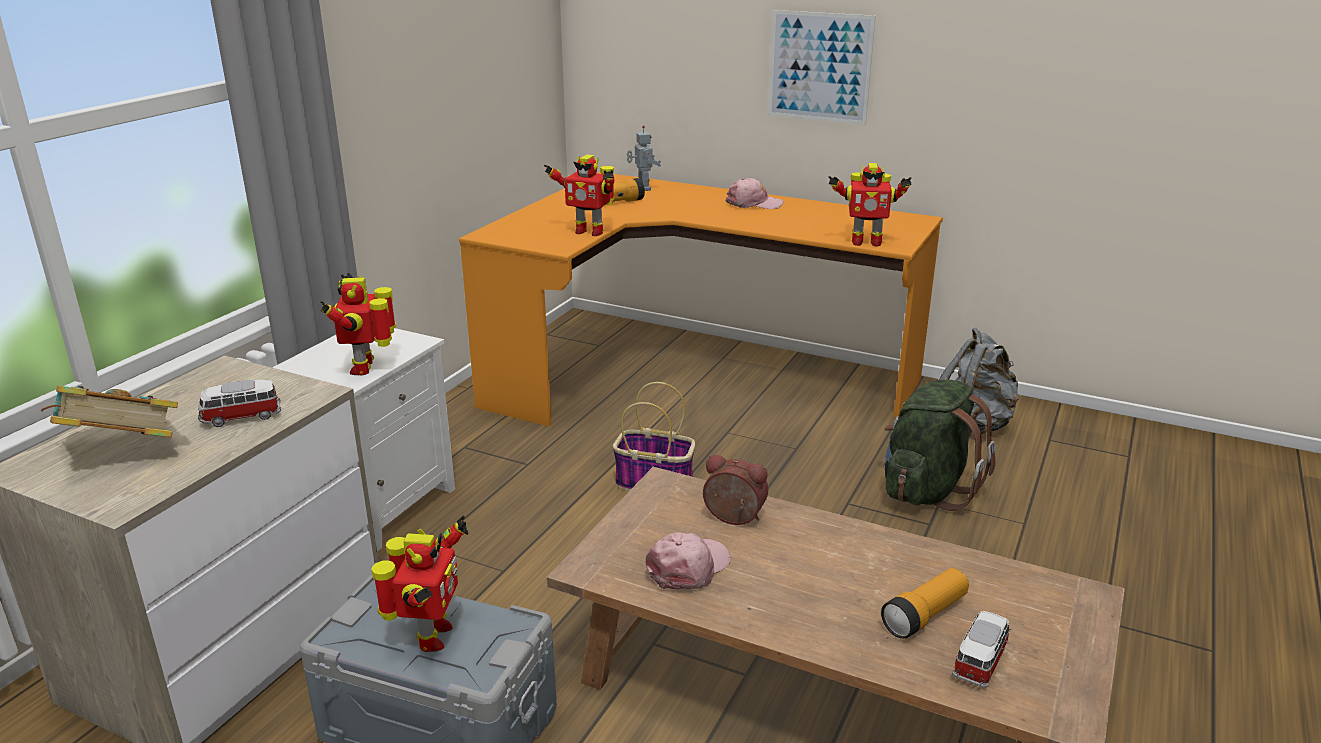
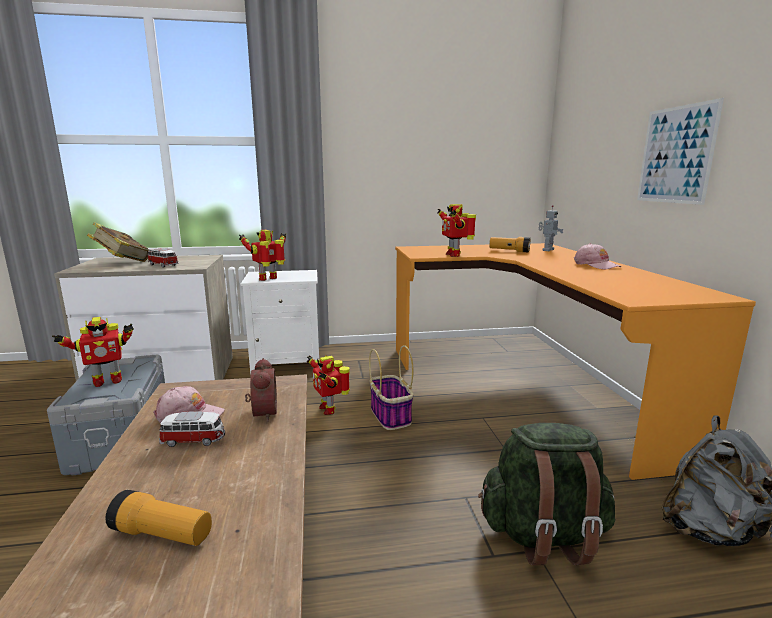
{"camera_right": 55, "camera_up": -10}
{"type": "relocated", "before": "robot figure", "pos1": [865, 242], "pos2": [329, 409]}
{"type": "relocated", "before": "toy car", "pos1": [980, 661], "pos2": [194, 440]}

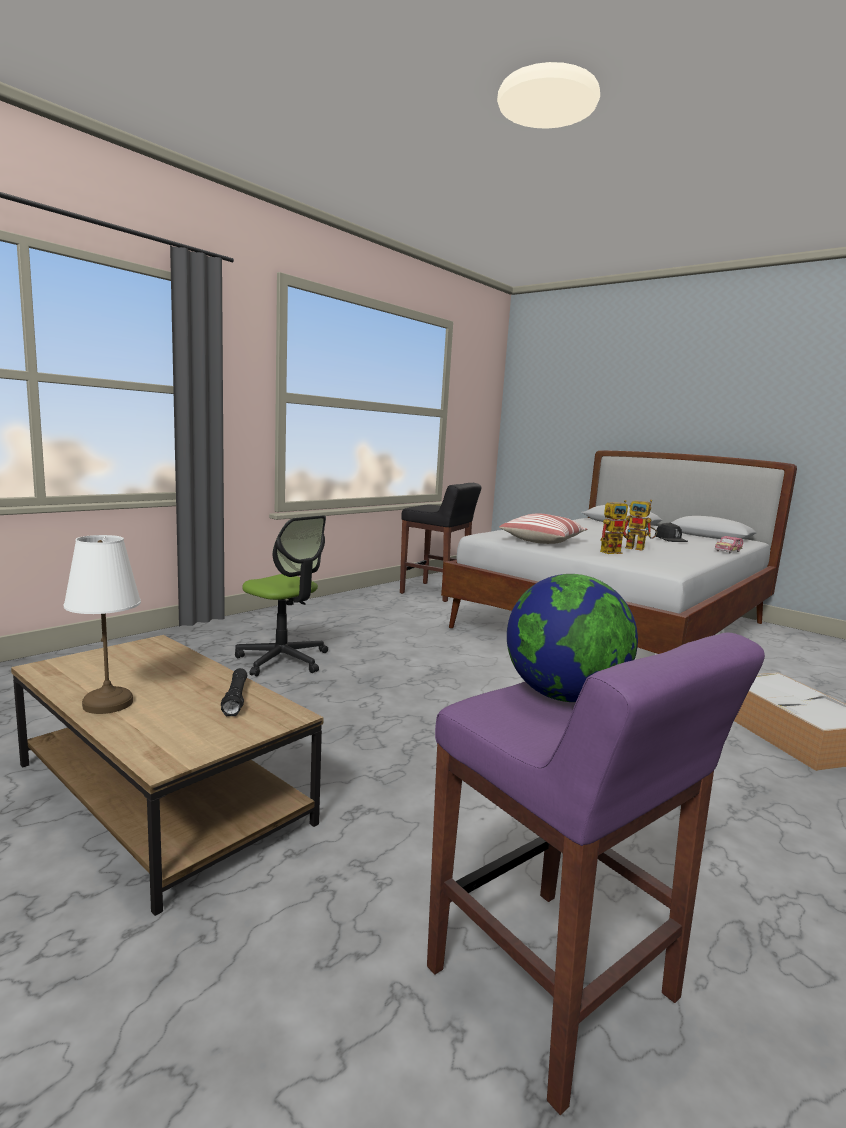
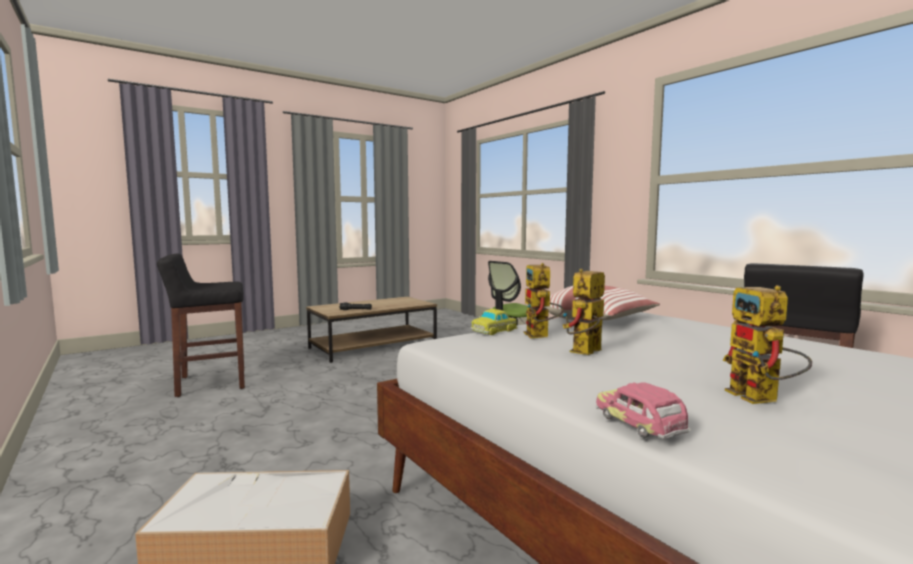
{"camera_right": 105, "camera_up": -5}
{"type": "missing", "before": "whitish table lamp", "pos1": [109, 703]}
{"type": "colour", "before": "purple-coloured stool seat", "after": "blackish stool seat", "pos1": [554, 986], "pos2": [210, 383]}
{"type": "missing", "before": "desk globe", "pos1": [563, 696]}
{"type": "exchanged", "before": "blackish cap", "after": "robot figure", "pos1": [670, 539], "pos2": [762, 399]}
{"type": "appeared", "after": "toy car", "pos2": [495, 330]}

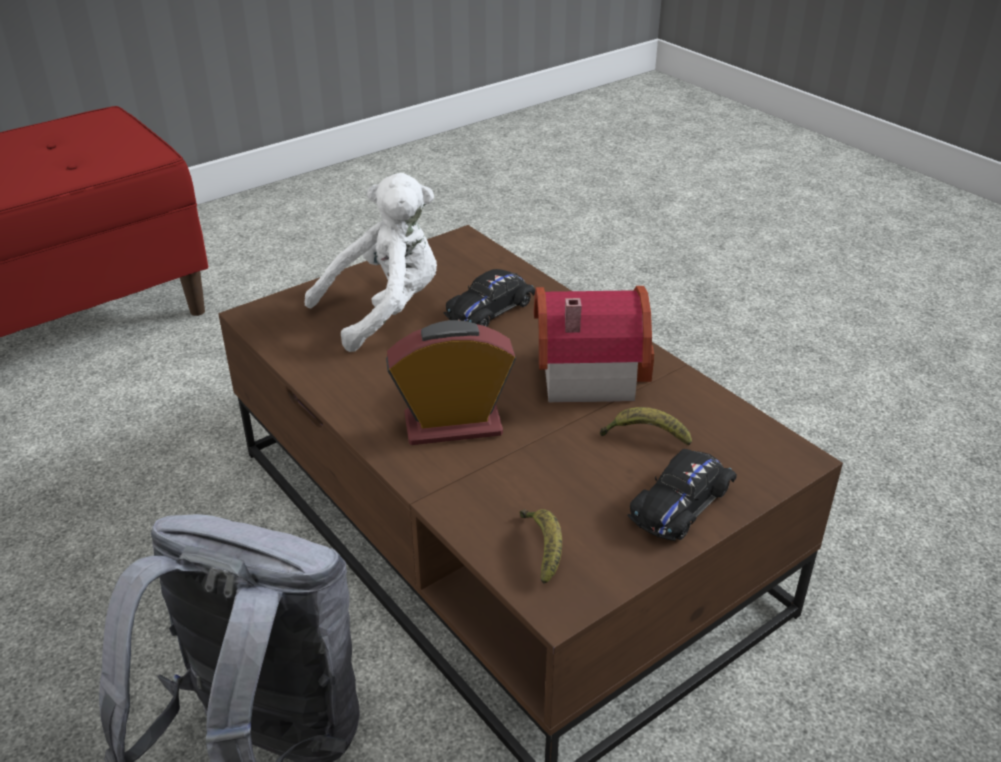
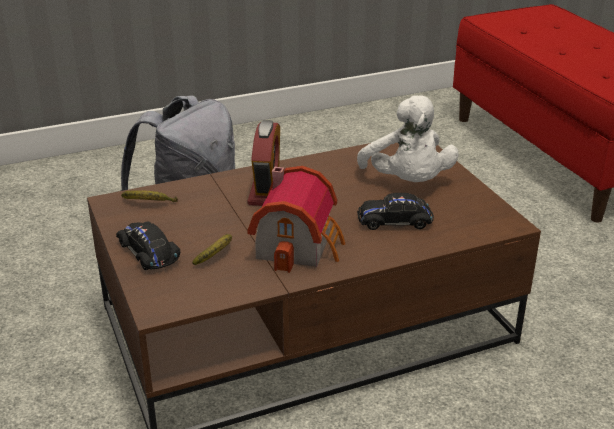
{"camera_right": 105, "camera_up": -5}
{"type": "spun", "before": "blackish toy car", "pos1": [490, 310], "pos2": [395, 221], "turn": -60}

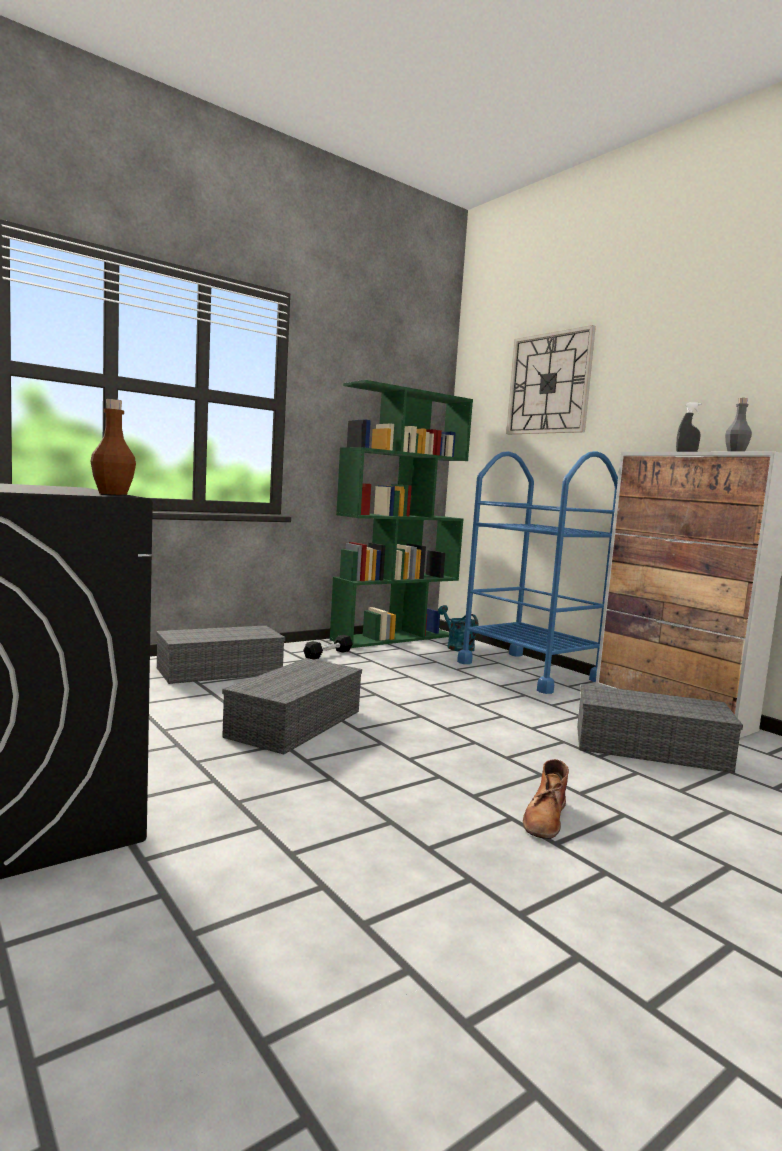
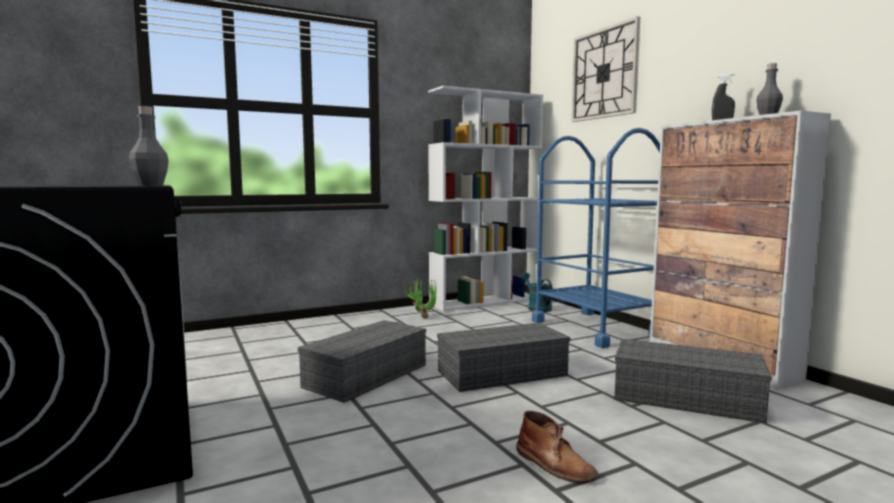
{"camera_right": 10, "camera_up": 0}
{"type": "colour", "before": "brown bottle", "after": "greyish bottle", "pos1": [113, 494], "pos2": [151, 185]}
{"type": "relocated", "before": "greyish storage bin", "pos1": [221, 670], "pos2": [503, 372]}
{"type": "exchanged", "before": "blackish dumbbell", "after": "potted plant", "pos1": [328, 654], "pos2": [422, 316]}
{"type": "colour", "before": "green-coloured bookcase", "after": "whitish bookcase", "pos1": [394, 637], "pos2": [485, 301]}
{"type": "spun", "before": "brown high-top boot", "pos1": [545, 818], "pos2": [555, 465], "turn": -75}

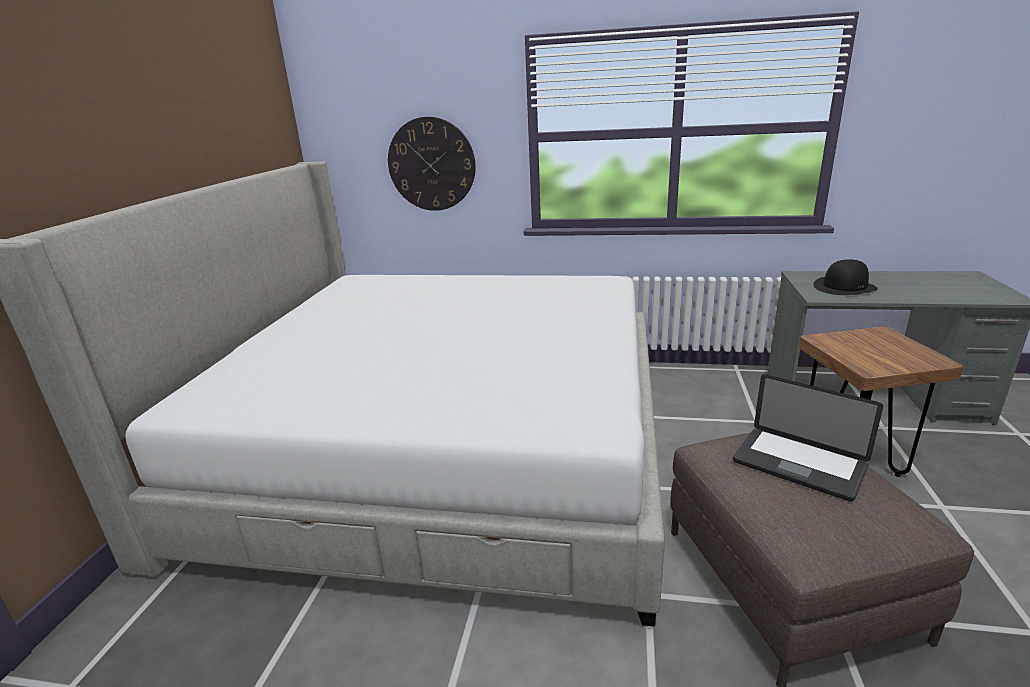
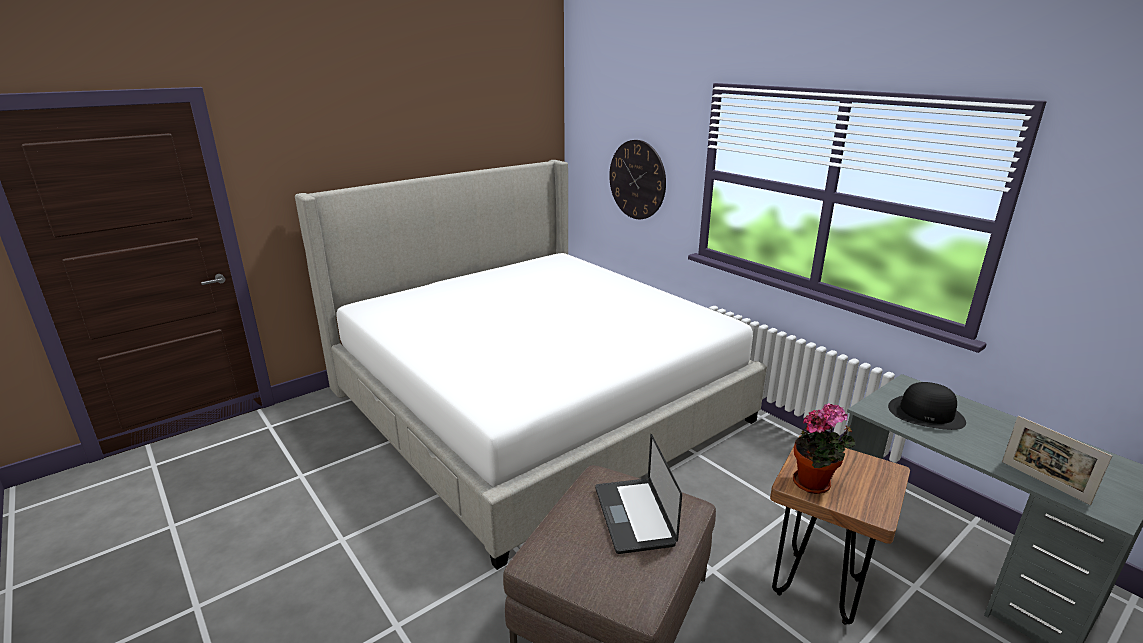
{"camera_right": 40, "camera_up": 0}
{"type": "appeared", "after": "potted plant", "pos2": [815, 484]}
{"type": "appeared", "after": "photo frame", "pos2": [1044, 482]}

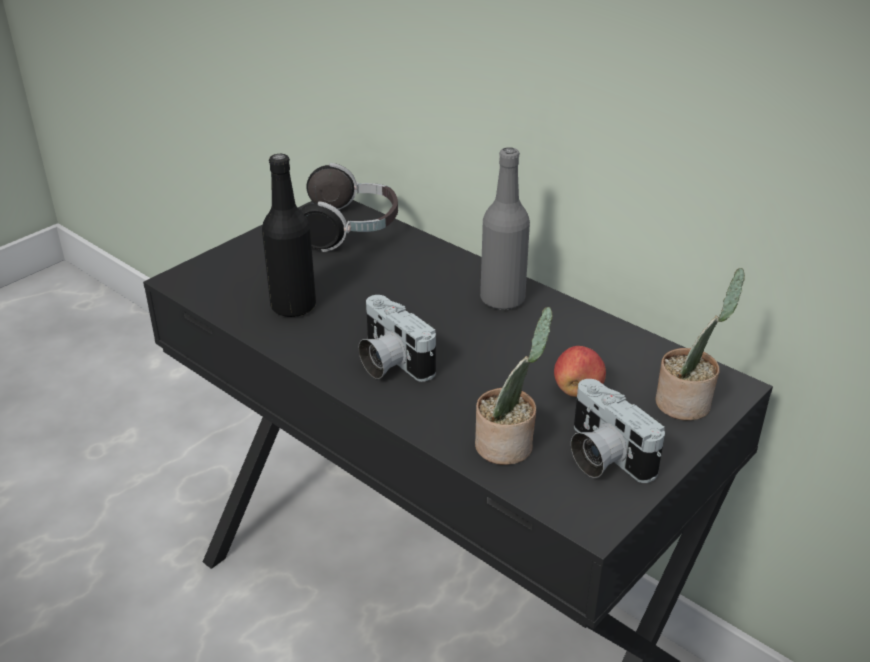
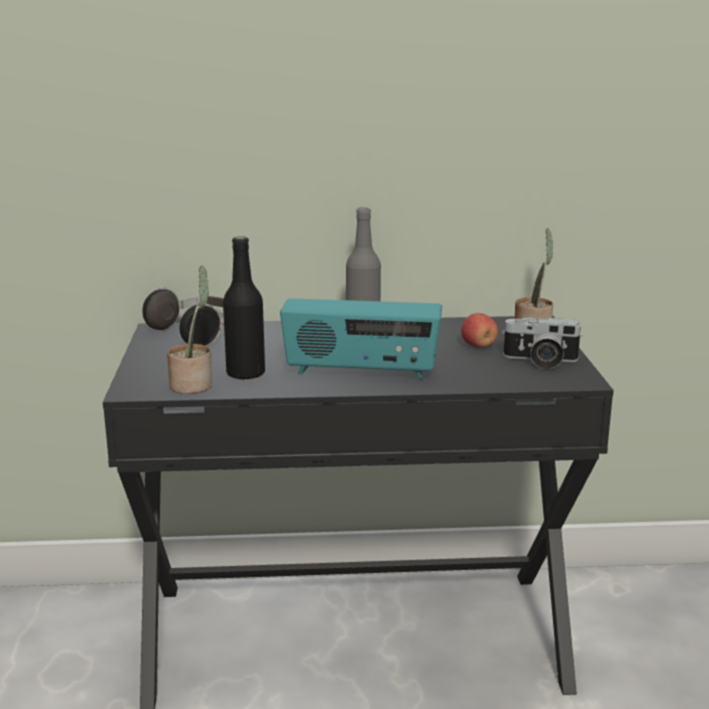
{"camera_right": -45, "camera_up": -15}
{"type": "exchanged", "before": "photo camera", "after": "radio receiver", "pos1": [389, 362], "pos2": [361, 372]}
{"type": "relocated", "before": "potted plant", "pos1": [508, 445], "pos2": [193, 385]}

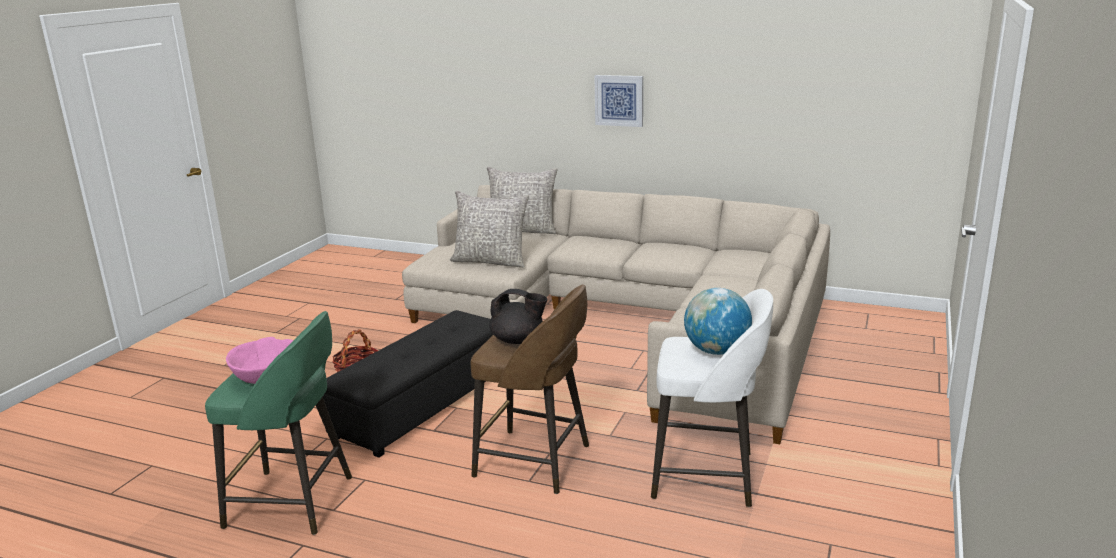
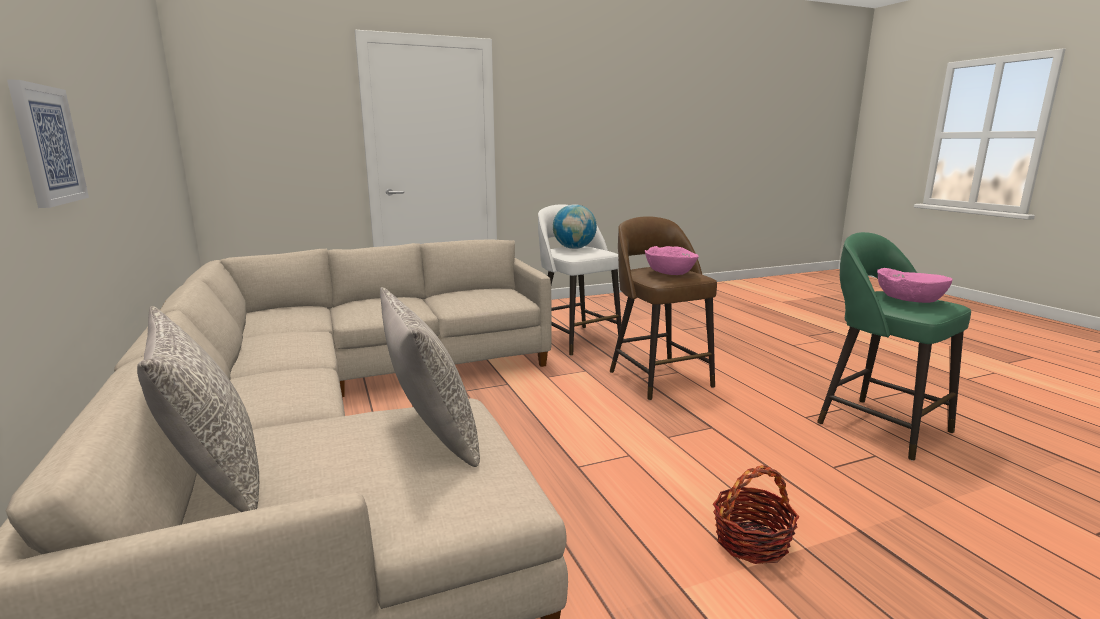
{"camera_right": -135, "camera_up": -5}
{"type": "missing", "before": "blackish footrest", "pos1": [423, 405]}
{"type": "exchanged", "before": "blackish pot for tea", "after": "pink bowl", "pos1": [518, 340], "pos2": [670, 272]}

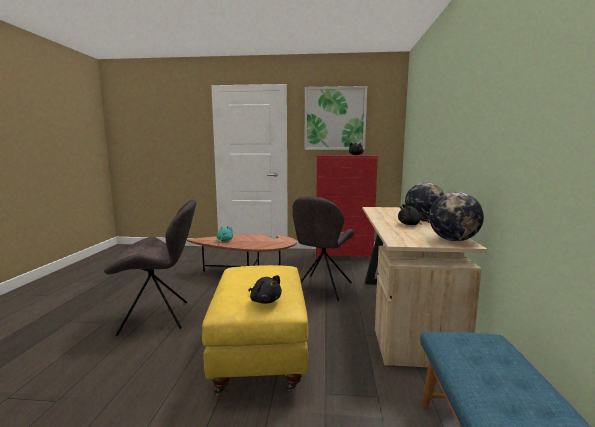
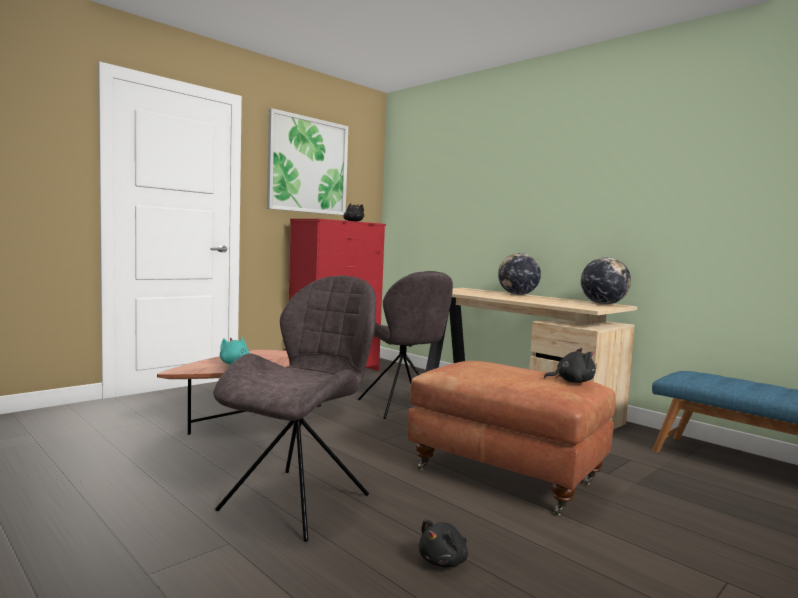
{"camera_right": -50, "camera_up": -5}
{"type": "colour", "before": "yellow-coloured footrest", "after": "brown footrest", "pos1": [261, 355], "pos2": [507, 475]}
{"type": "relocated", "before": "blackish plush toy", "pos1": [410, 225], "pos2": [444, 561]}

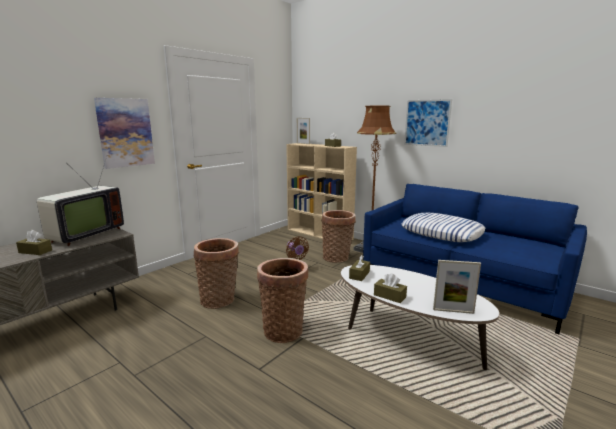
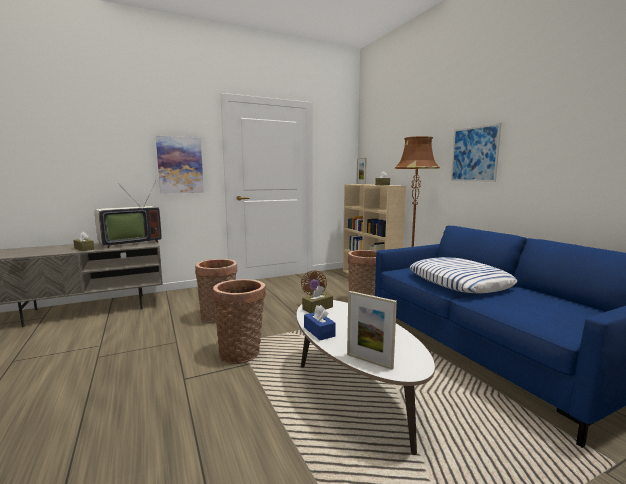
{"camera_right": 25, "camera_up": -5}
{"type": "colour", "before": "brown box of tissues", "after": "blue box of tissues", "pos1": [389, 296], "pos2": [319, 332]}

